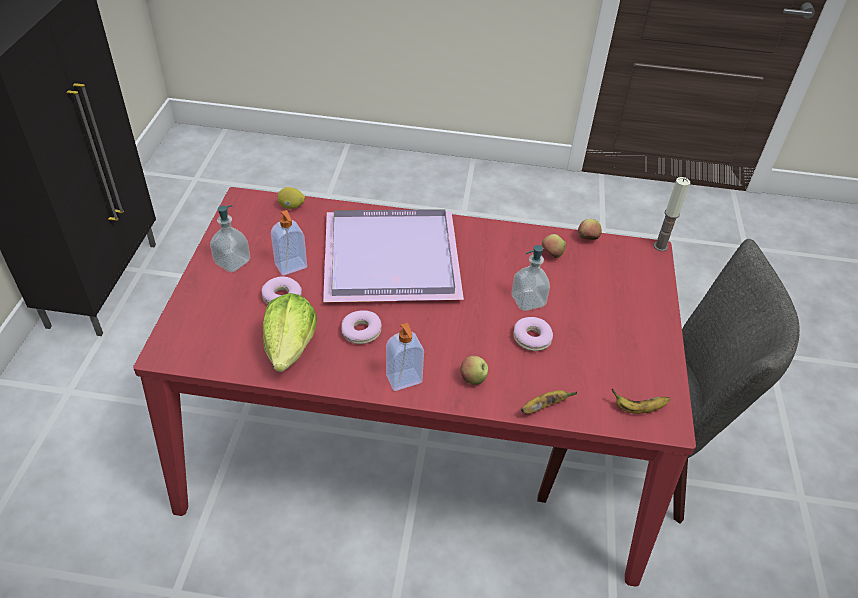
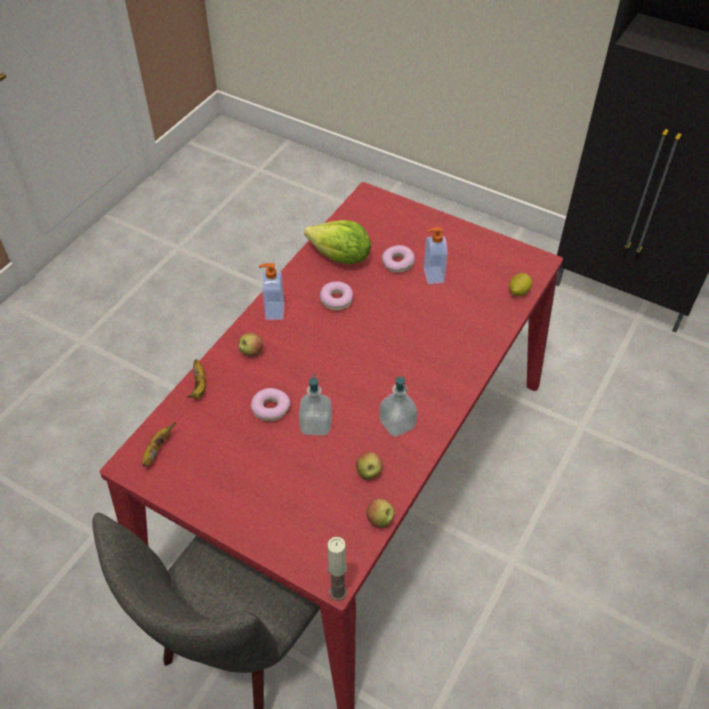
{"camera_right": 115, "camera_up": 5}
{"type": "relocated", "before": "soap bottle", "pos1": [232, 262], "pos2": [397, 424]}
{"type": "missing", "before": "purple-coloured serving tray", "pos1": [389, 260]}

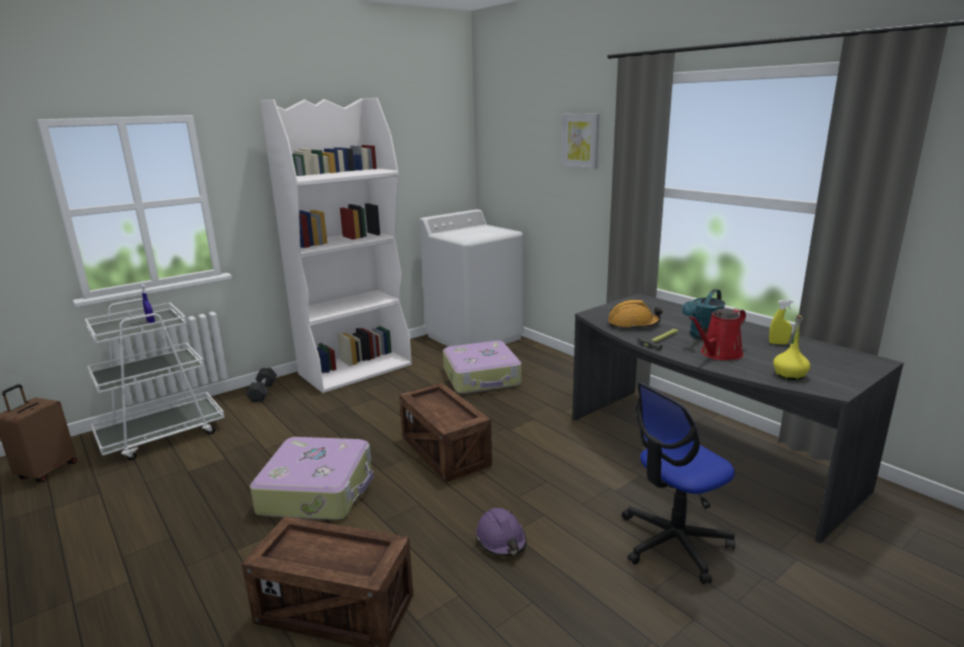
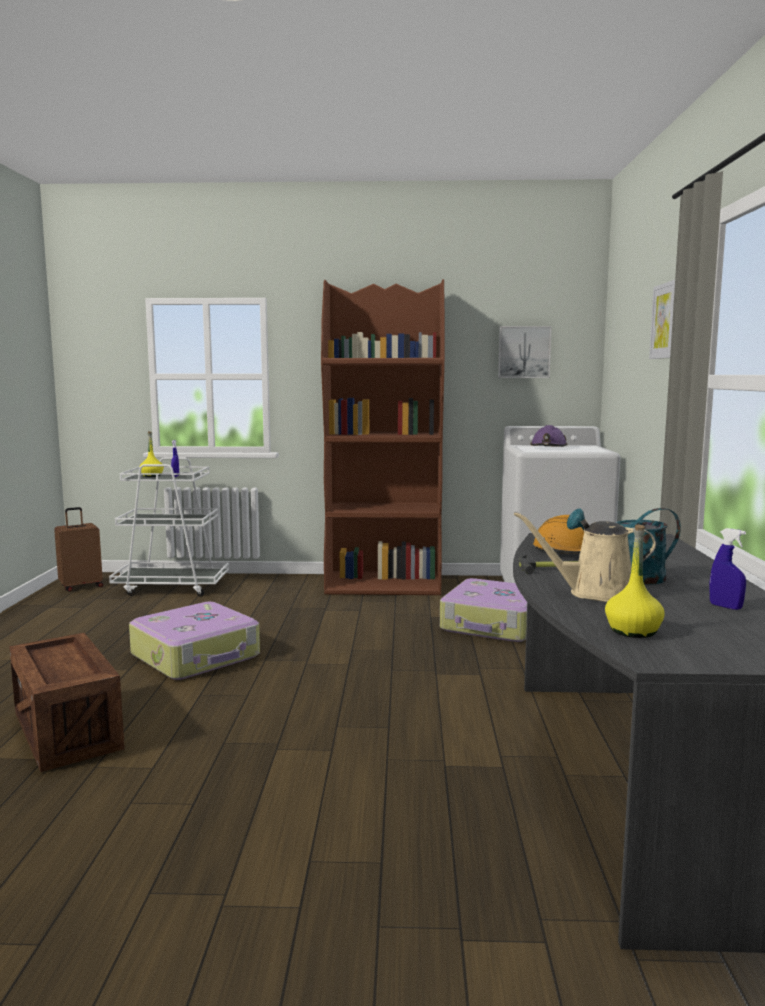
{"camera_right": 40, "camera_up": -10}
{"type": "missing", "before": "blackish dumbbell", "pos1": [263, 392]}
{"type": "colour", "before": "whitish bookcase", "after": "brown bookcase", "pos1": [356, 369], "pos2": [384, 585]}
{"type": "missing", "before": "shipping crate", "pos1": [445, 452]}
{"type": "relocated", "before": "purple-coloured hard hat", "pos1": [501, 540], "pos2": [548, 448]}
{"type": "missing", "before": "office chair", "pos1": [673, 543]}
{"type": "colour", "before": "red watering can", "after": "sand-coloured watering can", "pos1": [718, 354], "pos2": [595, 593]}
{"type": "colour", "before": "yellow-coloured sprayer", "after": "blue sprayer", "pos1": [778, 343], "pos2": [725, 607]}
{"type": "appeared", "after": "yellow-coloured bottle", "pos2": [152, 475]}
{"type": "appeared", "after": "wall picture", "pos2": [524, 352]}

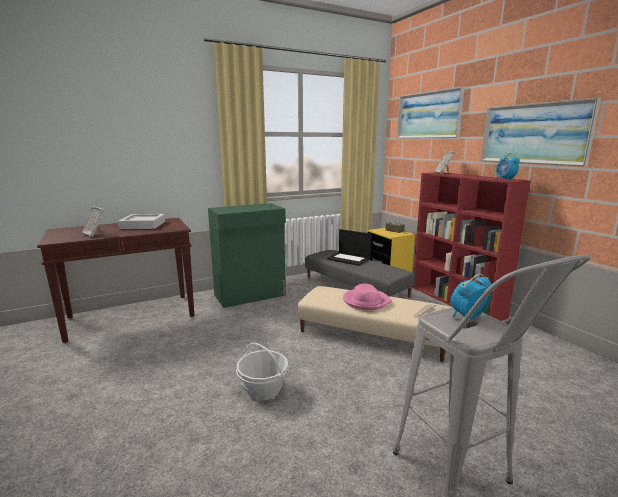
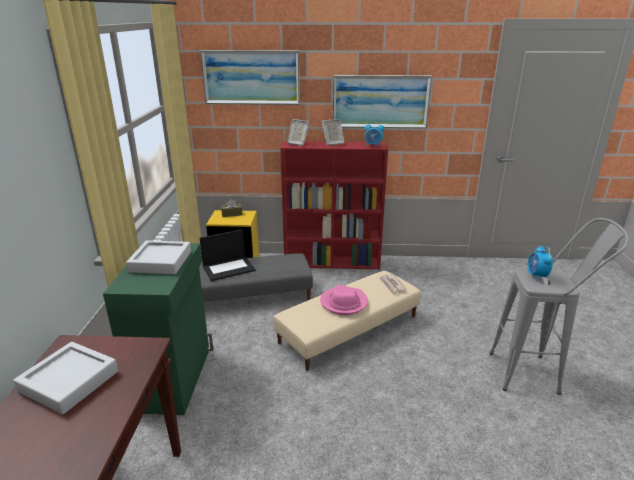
{"camera_right": -60, "camera_up": 10}
{"type": "relocated", "before": "photo frame", "pos1": [94, 234], "pos2": [333, 143]}
{"type": "missing", "before": "basket", "pos1": [263, 389]}
{"type": "appeared", "after": "greyish serving tray", "pos2": [161, 261]}

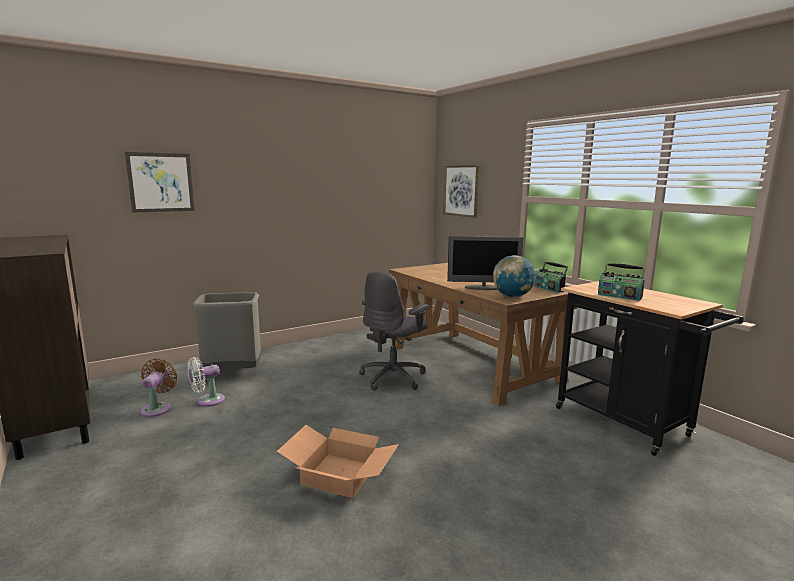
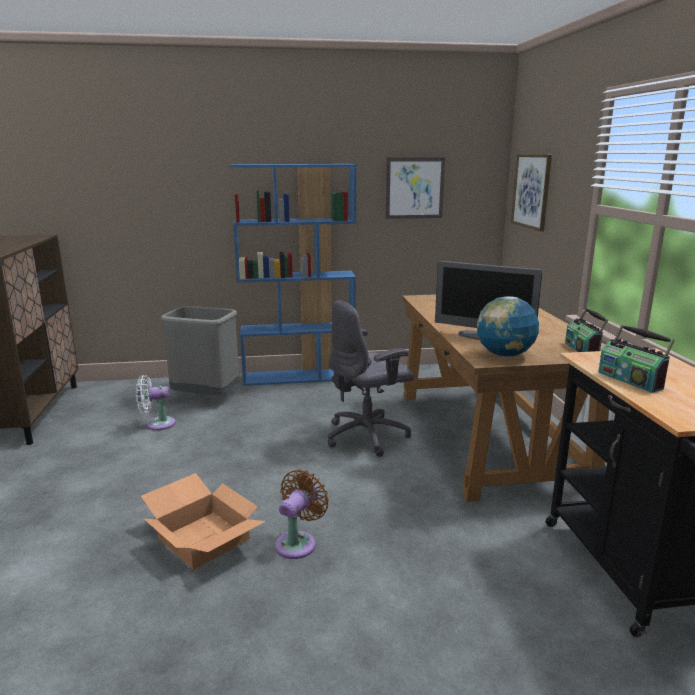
{"camera_right": 25, "camera_up": 5}
{"type": "relocated", "before": "wall picture", "pos1": [161, 182], "pos2": [414, 188]}
{"type": "relocated", "before": "brown fan", "pos1": [158, 408], "pos2": [298, 542]}
{"type": "appeared", "after": "blue bookcase", "pos2": [299, 377]}

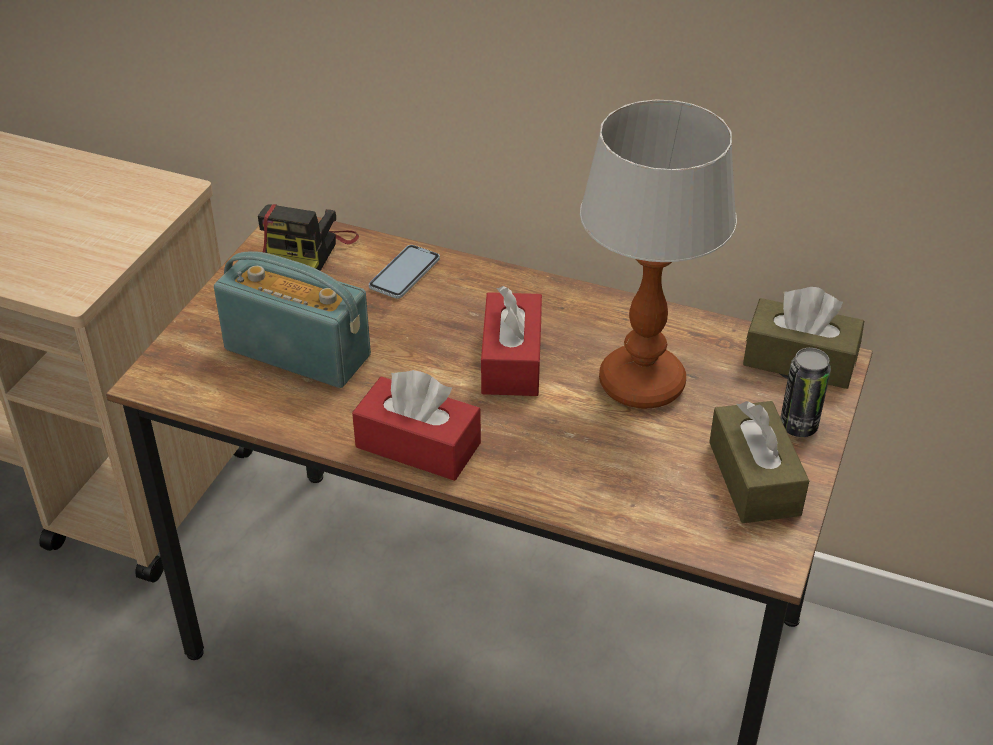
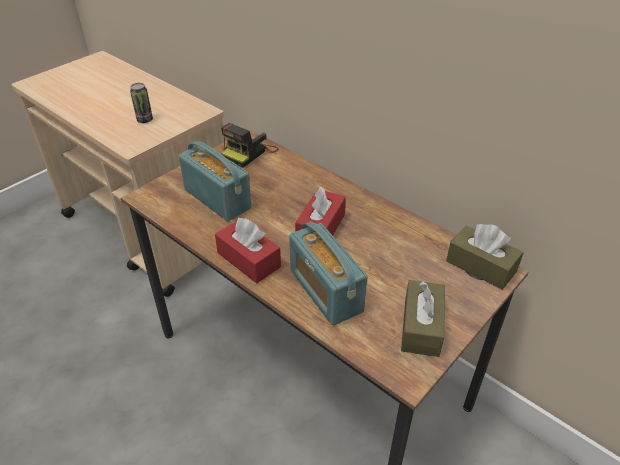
{"camera_right": 20, "camera_up": 0}
{"type": "missing", "before": "handset", "pos1": [404, 273]}
{"type": "missing", "before": "table lamp", "pos1": [641, 383]}
{"type": "relocated", "before": "metal can", "pos1": [798, 426], "pos2": [145, 120]}
{"type": "appeared", "after": "radio receiver", "pos2": [325, 291]}

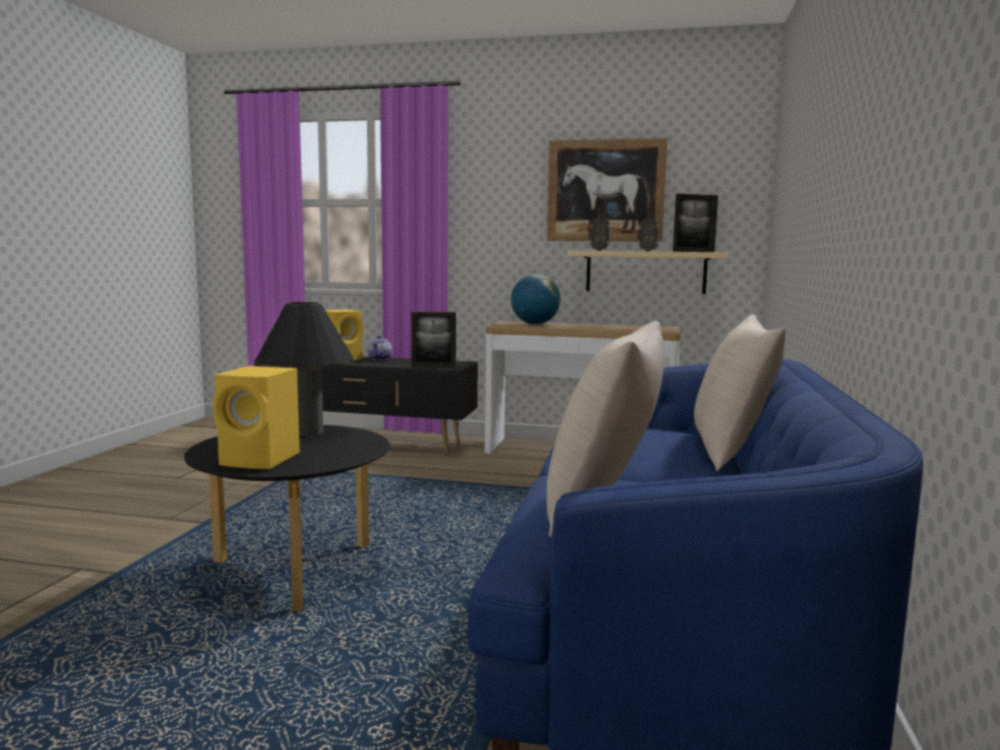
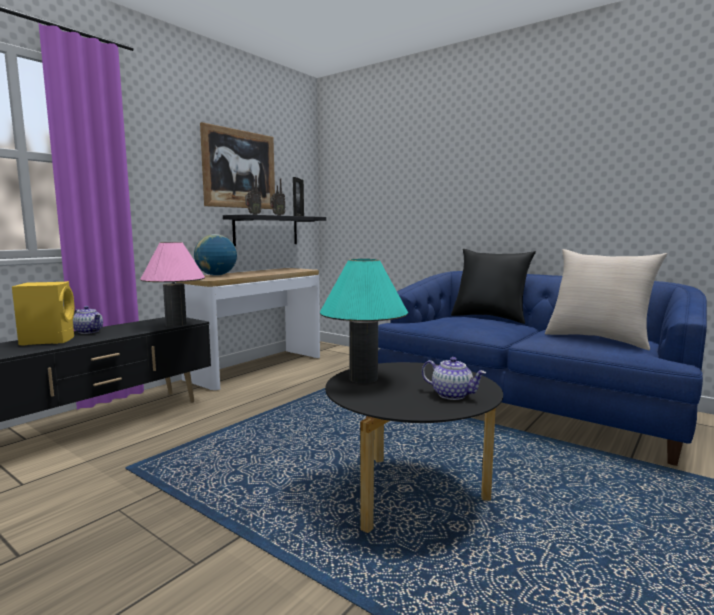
{"camera_right": -65, "camera_up": 0}
{"type": "exchanged", "before": "yellow-coloured loudspeaker", "after": "pot for tea", "pos1": [262, 460], "pos2": [452, 395]}
{"type": "colour", "before": "blackish table lamp", "after": "turquoise table lamp", "pos1": [307, 432], "pos2": [363, 378]}
{"type": "exchanged", "before": "photo frame", "after": "pink table lamp", "pos1": [433, 367], "pos2": [176, 324]}
{"type": "colour", "before": "sand-coloured bracket shelf", "after": "blackish bracket shelf", "pos1": [645, 272], "pos2": [266, 230]}
{"type": "colour", "before": "sand-coloured throw pillow", "after": "blackish throw pillow", "pos1": [731, 451], "pos2": [490, 318]}

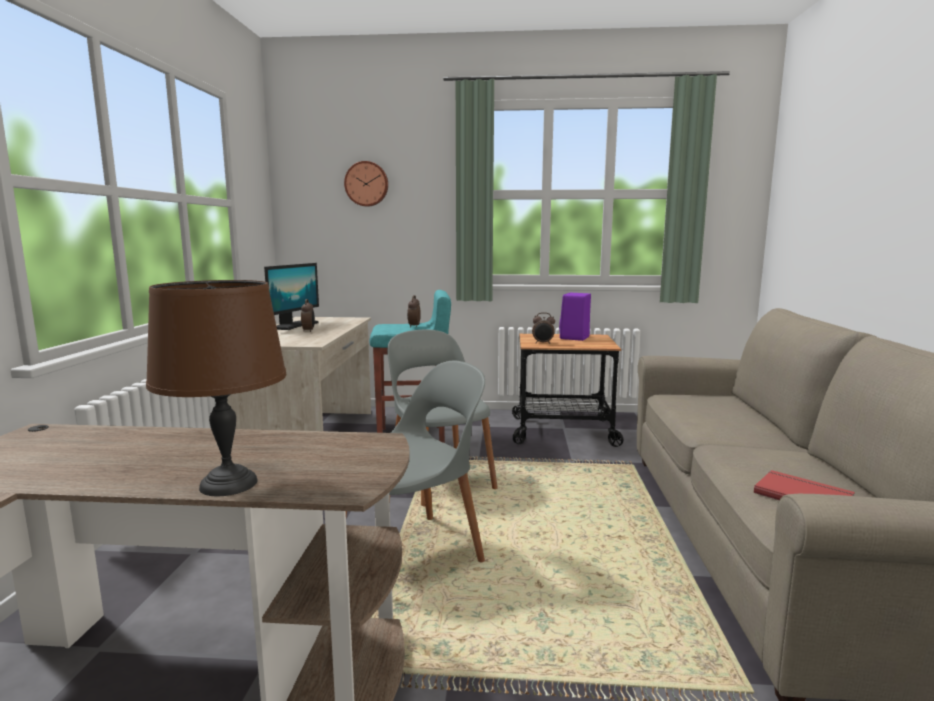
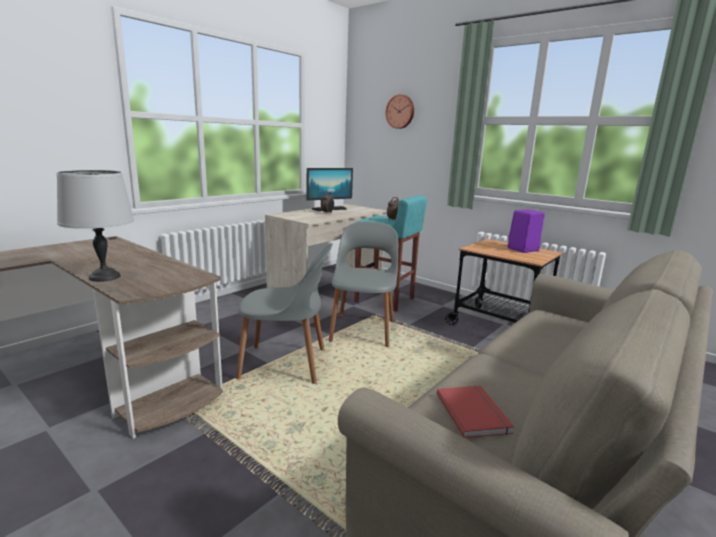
{"camera_right": 35, "camera_up": 5}
{"type": "colour", "before": "brown table lamp", "after": "greyish table lamp", "pos1": [230, 483], "pos2": [105, 277]}
{"type": "missing", "before": "bedside clock", "pos1": [543, 343]}

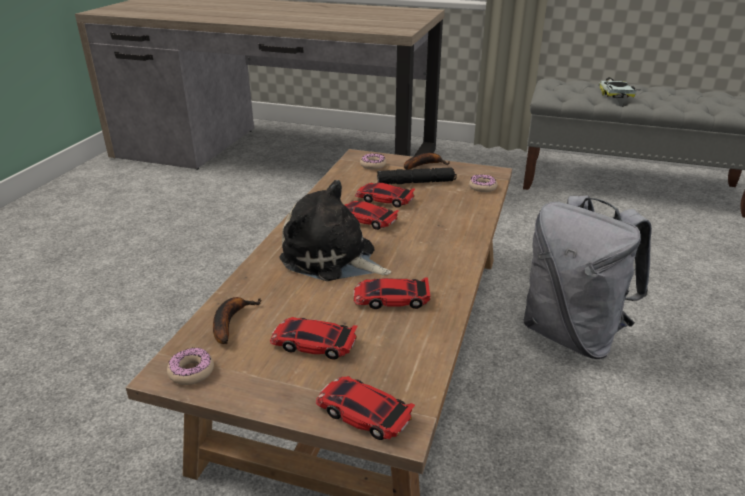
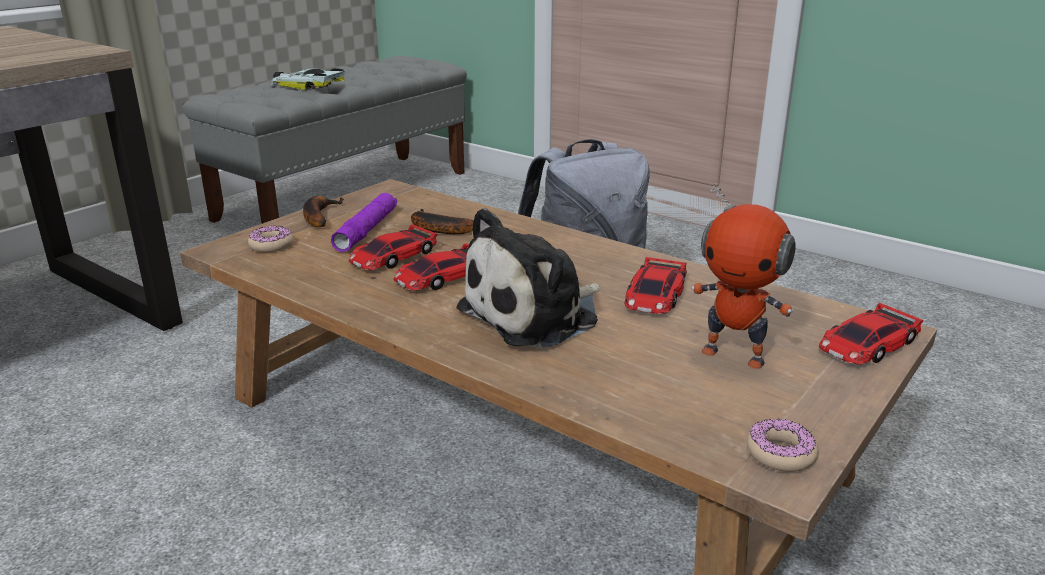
{"camera_right": -70, "camera_up": -5}
{"type": "relocated", "before": "banana", "pos1": [230, 321], "pos2": [436, 229]}
{"type": "exchanged", "before": "toy car", "after": "robot figure", "pos1": [313, 343], "pos2": [734, 355]}
{"type": "colour", "before": "blackish flashlight", "after": "purple-coloured flashlight", "pos1": [416, 182], "pos2": [366, 230]}
{"type": "missing", "before": "doughnut", "pos1": [482, 187]}

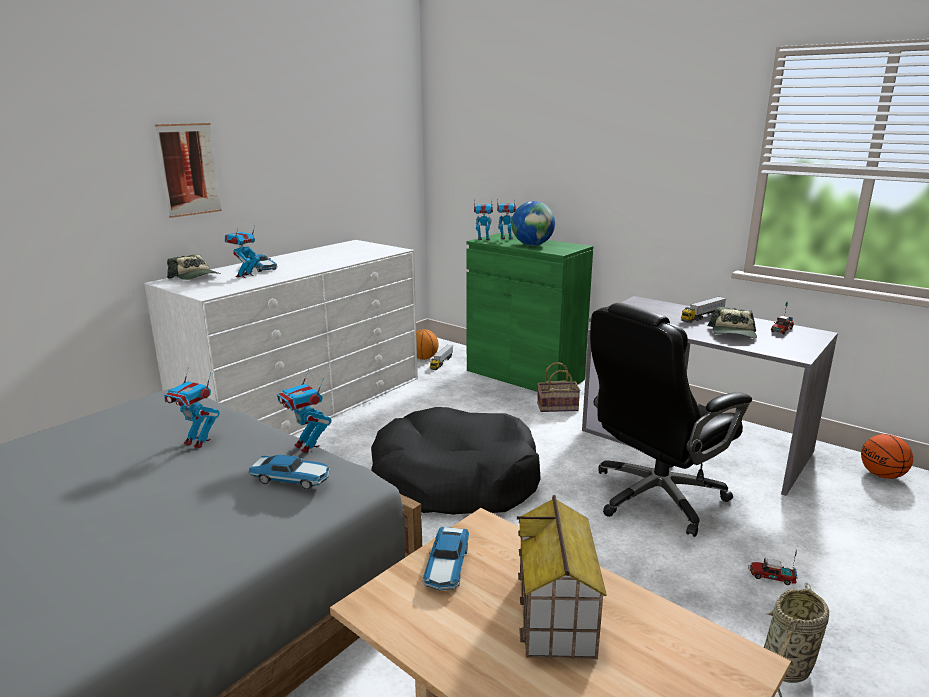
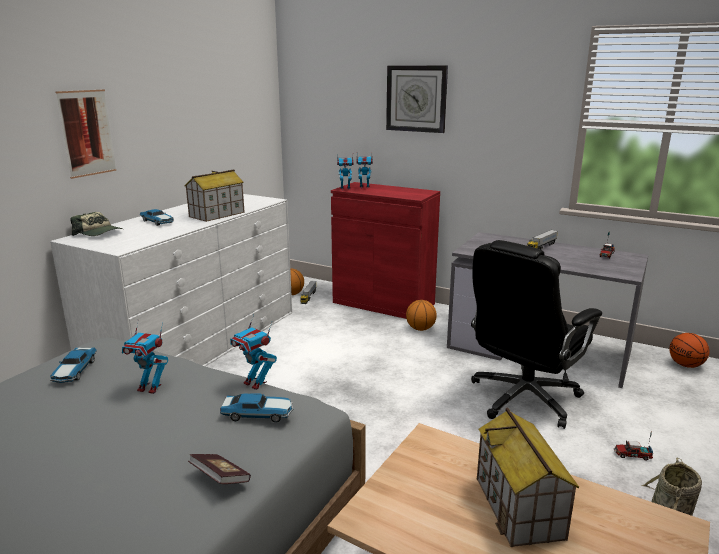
{"camera_right": -10, "camera_up": 0}
{"type": "missing", "before": "robot figure", "pos1": [245, 276]}
{"type": "missing", "before": "blackish dog cushion", "pos1": [455, 480]}
{"type": "relocated", "before": "toy car", "pos1": [446, 566], "pos2": [74, 371]}
{"type": "colour", "before": "green-coloured storage cabinet", "after": "red storage cabinet", "pos1": [524, 375], "pos2": [383, 303]}
{"type": "missing", "before": "desk globe", "pos1": [532, 245]}
{"type": "exchanged", "before": "basket", "after": "ball for basketball", "pos1": [558, 407], "pos2": [420, 329]}
{"type": "missing", "before": "cap", "pos1": [733, 333]}
{"type": "appeared", "after": "toy house", "pos2": [217, 214]}
{"type": "appeared", "after": "volume", "pos2": [220, 478]}
{"type": "appeared", "after": "hanging clock", "pos2": [416, 98]}

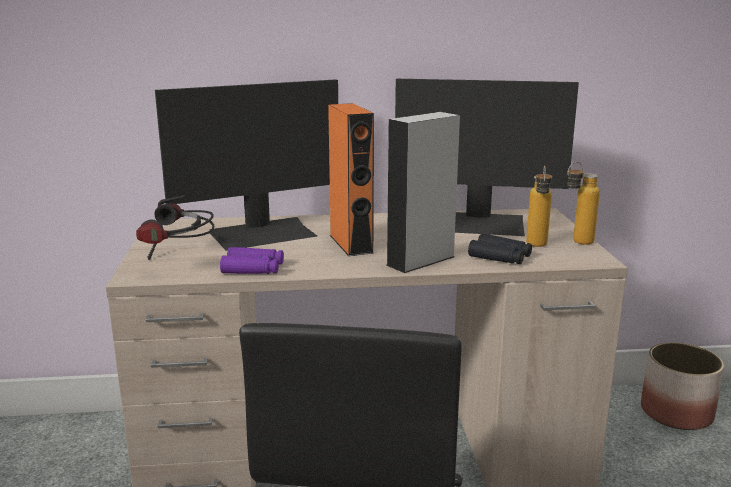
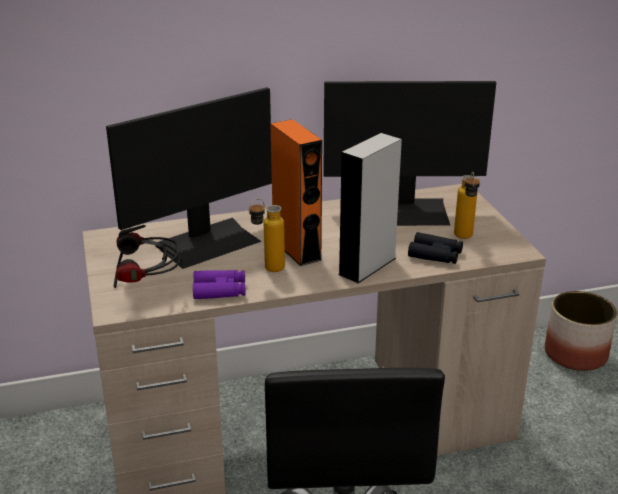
{"camera_right": -10, "camera_up": 10}
{"type": "relocated", "before": "bottle", "pos1": [576, 243], "pos2": [267, 270]}

